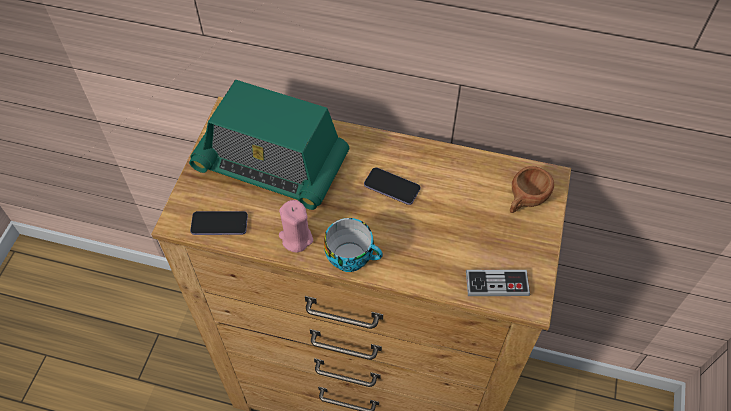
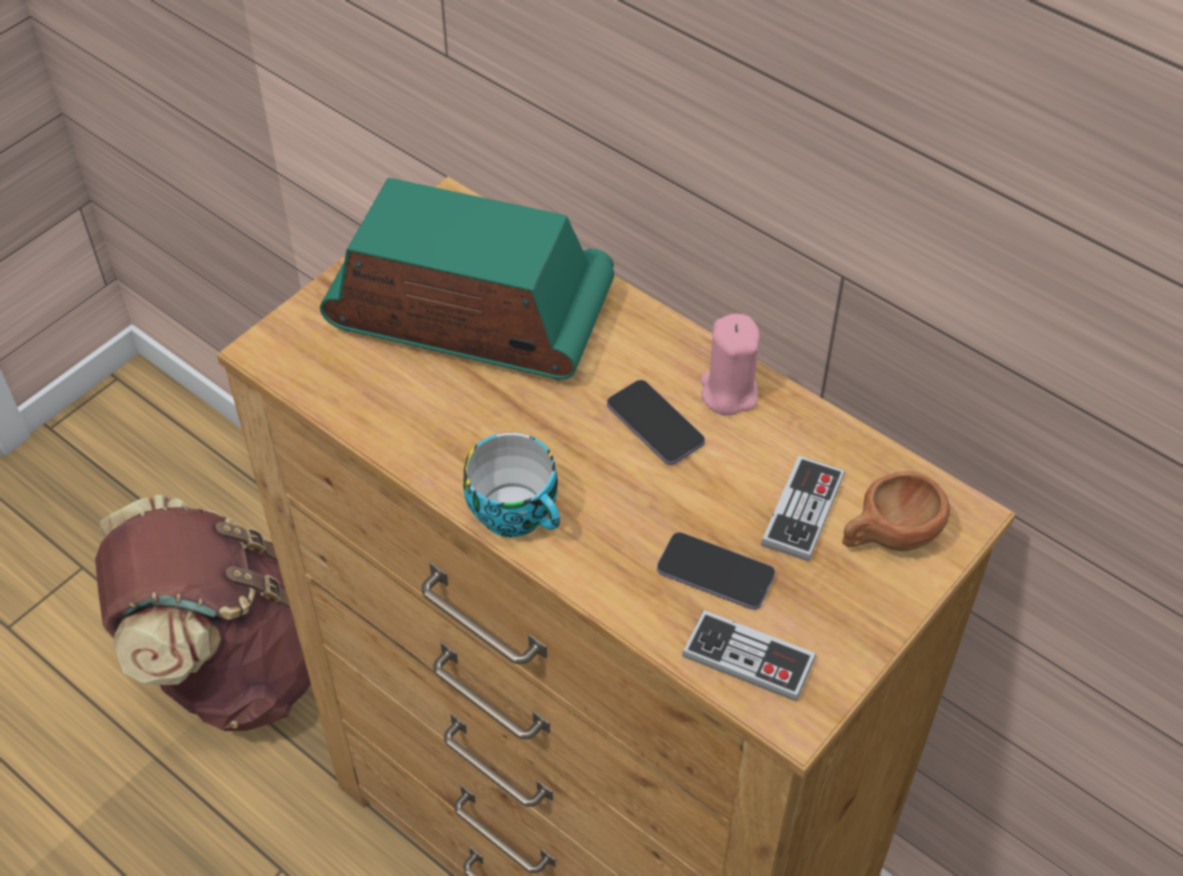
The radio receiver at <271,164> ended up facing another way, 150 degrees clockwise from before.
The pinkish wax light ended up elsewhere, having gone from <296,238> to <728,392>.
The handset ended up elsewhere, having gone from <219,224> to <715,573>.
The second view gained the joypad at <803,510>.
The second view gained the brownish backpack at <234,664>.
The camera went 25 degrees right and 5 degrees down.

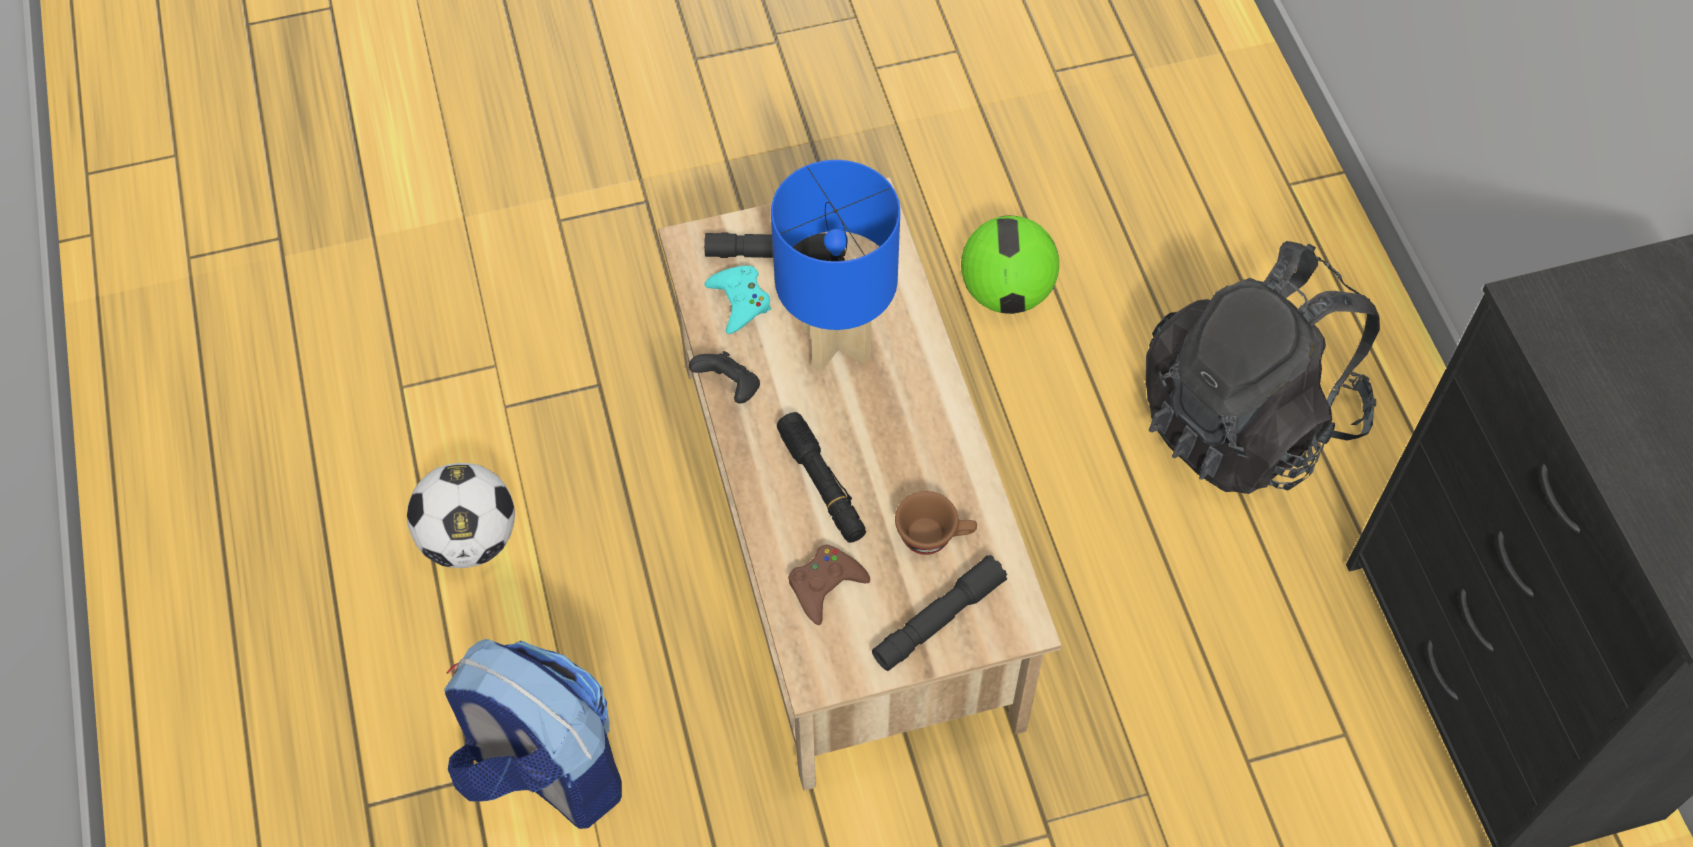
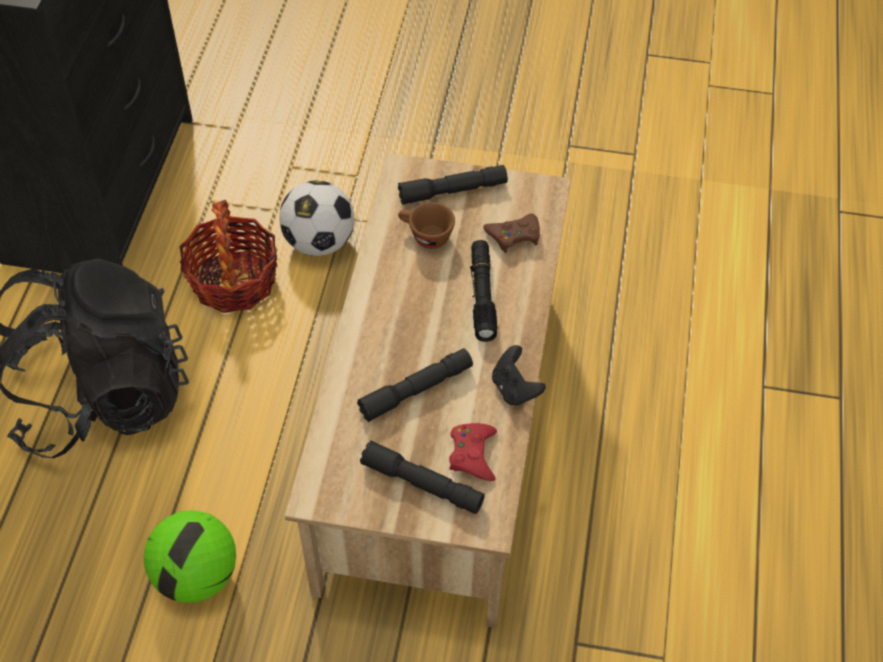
Where the blue-coloured table lamp stood at <835,343>, the black-coloured flashlight came to stand at <416,390>.
What was the turquoise-coloured joypad at <739,301> turned into the red-coloured joypad at <472,454>.
The ball for football ended up elsewhere, having gone from <470,539> to <319,242>.
The second view lost the backpack at <544,770>.
The second view gained the household basket at <233,280>.
The camera went 155 degrees left and 5 degrees down.

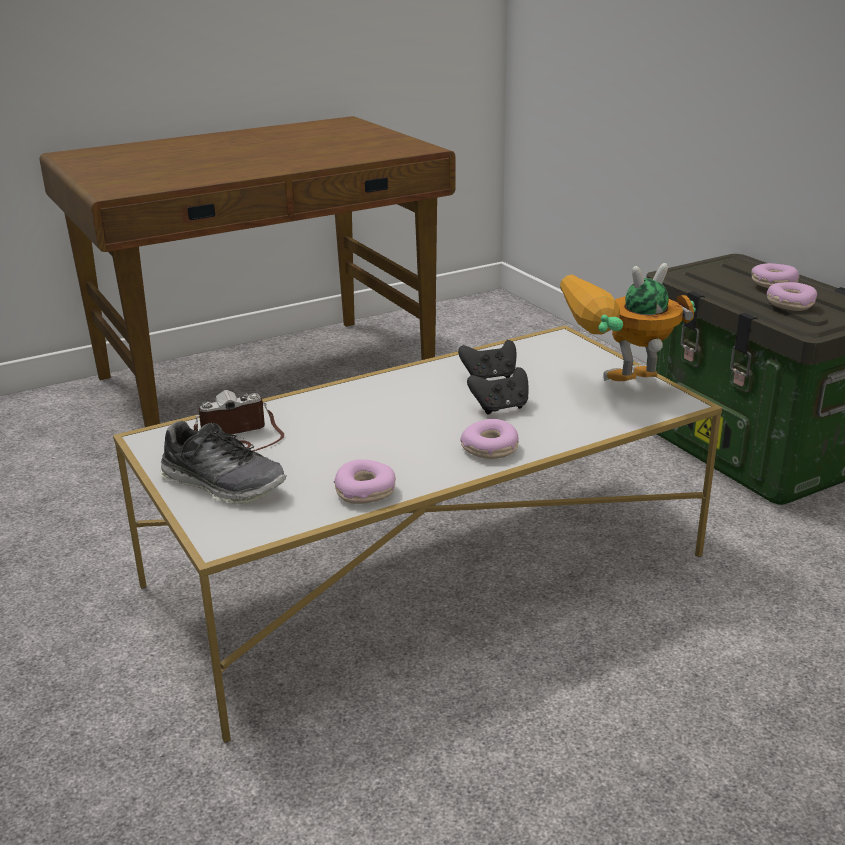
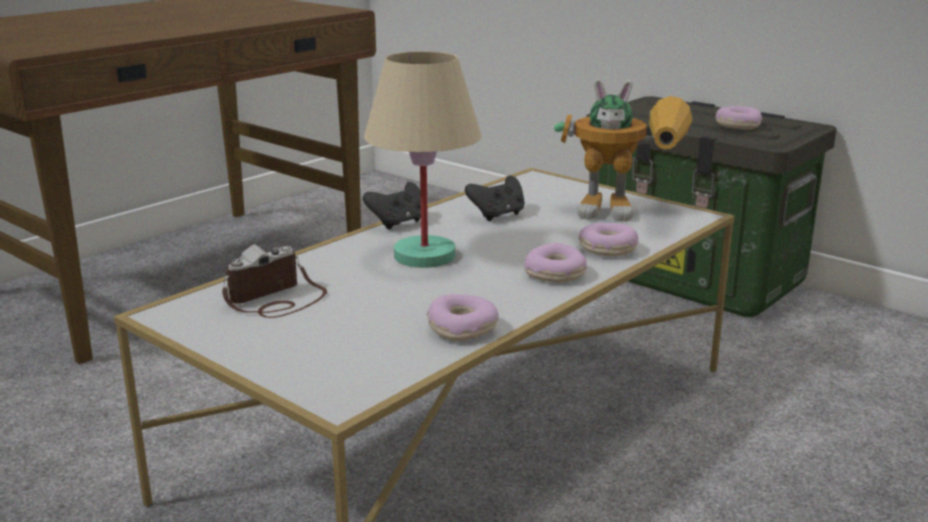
The toy robot at <616,389> ended up facing another way, 135 degrees counterclockwise from before.
The donut ended up elsewhere, having gone from <774,284> to <608,249>.
The black-coloured joypad ended up elsewhere, having gone from <500,408> to <398,223>.
The second view lost the low shoe at <223,484>.
The second view gained the beige-coloured table lamp at <425,256>.
The camera went 20 degrees left and 5 degrees down.

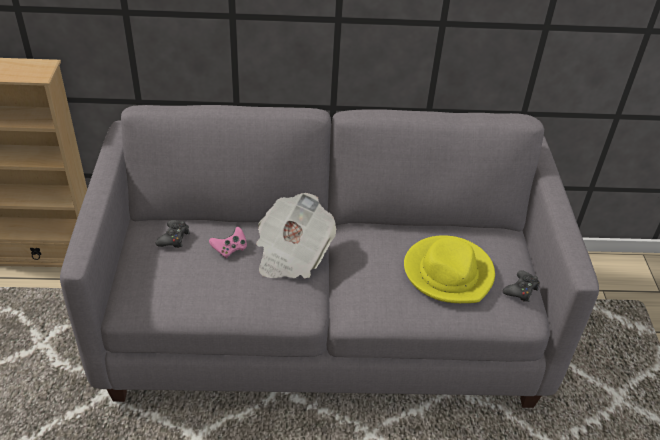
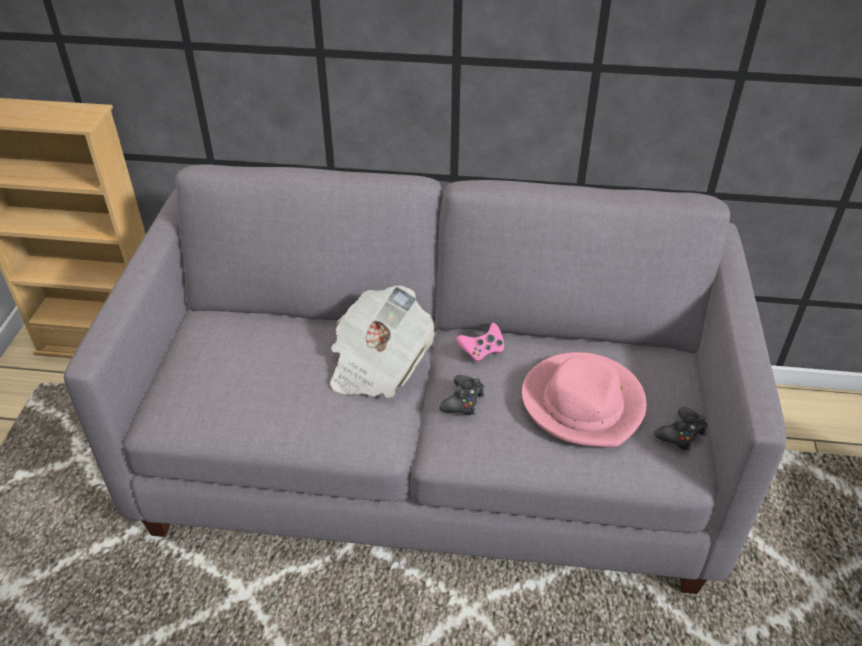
The black-coloured joypad ended up elsewhere, having gone from <174,238> to <463,401>.
The pinkish joypad ended up elsewhere, having gone from <230,249> to <482,351>.
What was the yellowish hat at <449,272> turned into the pinkish hat at <583,403>.
The camera went 10 degrees right and 0 degrees up.

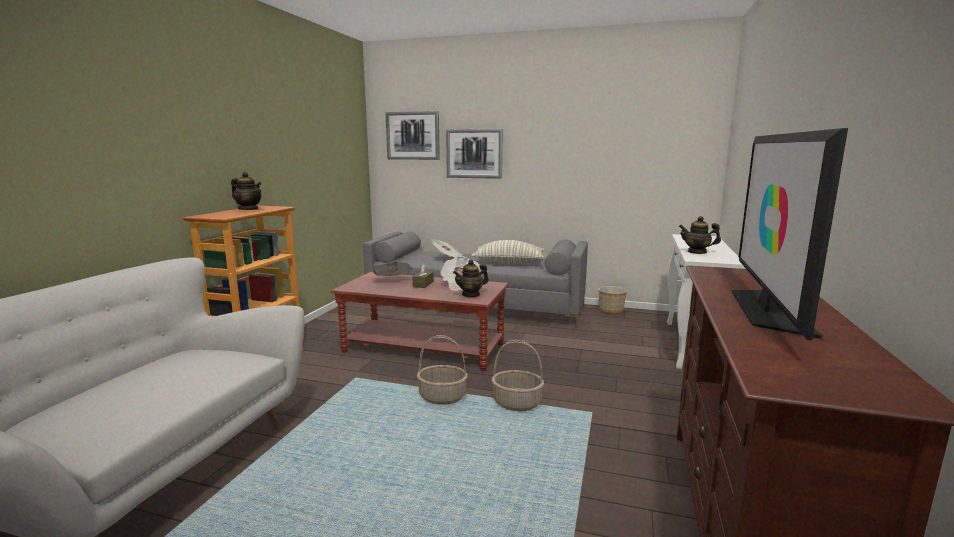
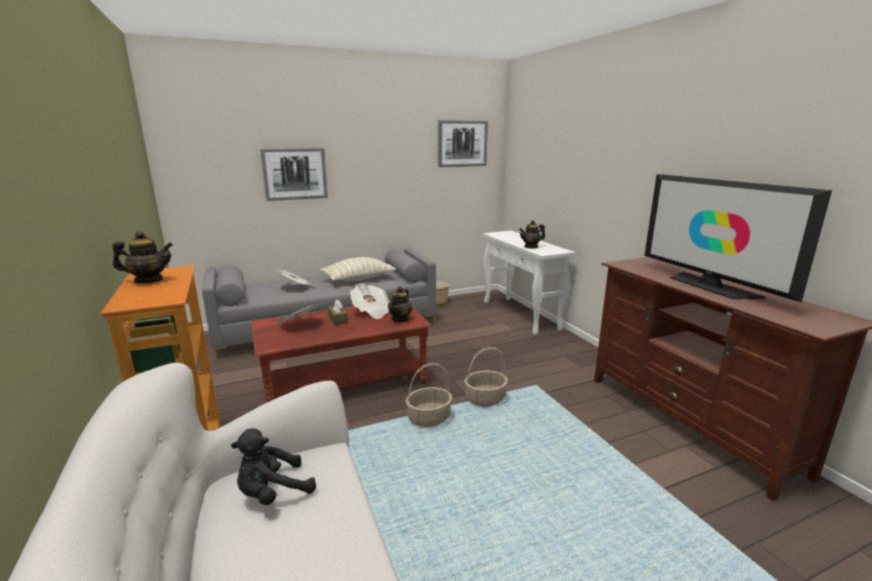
The picture ended up elsewhere, having gone from <413,135> to <462,143>.
The second view gained the black-coloured plush toy at <273,493>.
The camera went 40 degrees left and 5 degrees up.

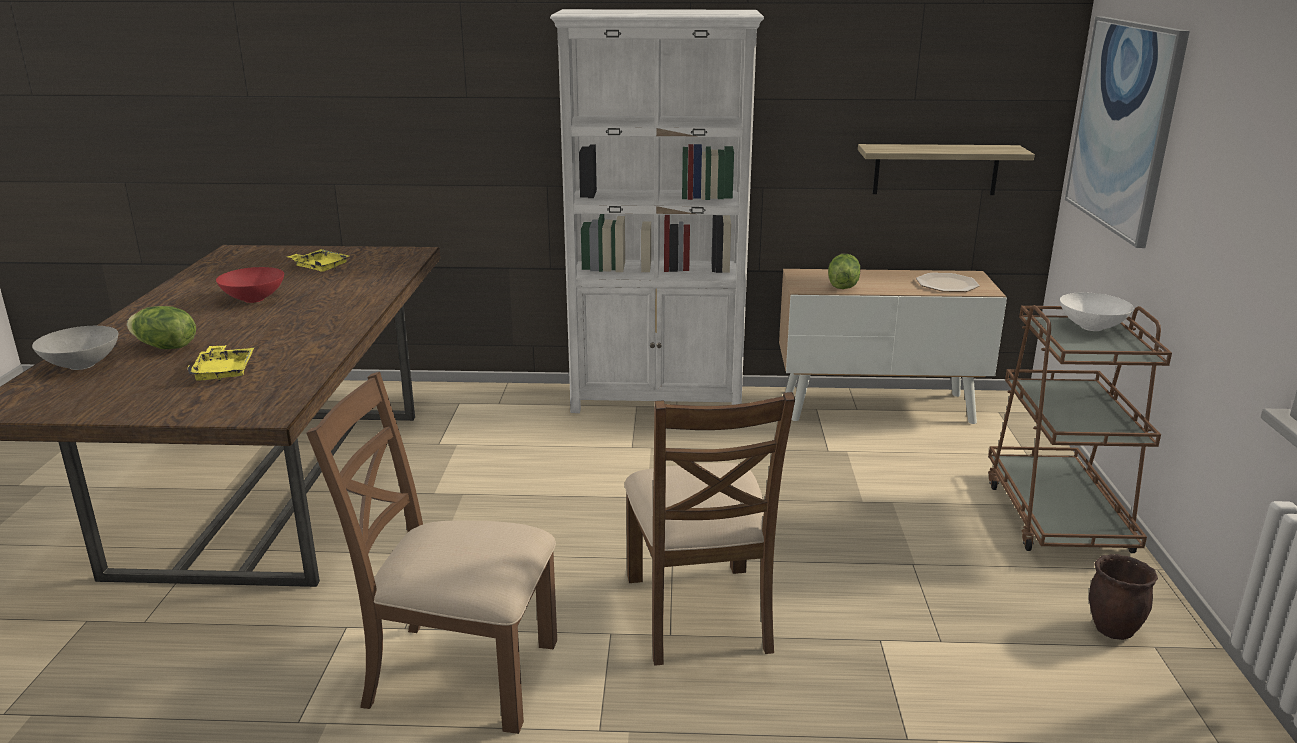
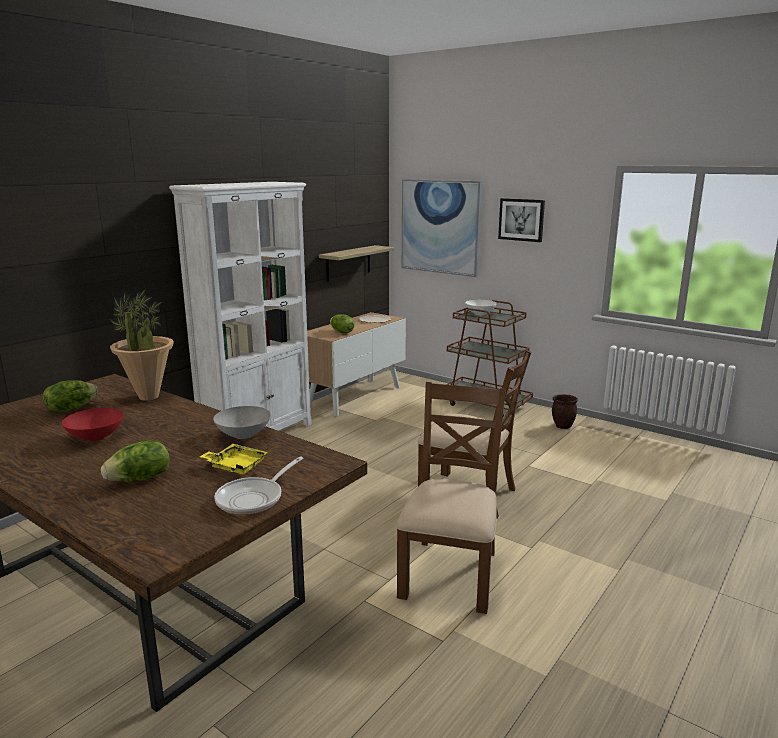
Where the yellowish serving tray stood at <320,267>, the head of lettuce came to stand at <71,408>.
The greyish bowl ended up elsewhere, having gone from <82,365> to <244,435>.
The brownish upright chair at <459,673> ended up facing another way, 150 degrees clockwise from before.
The second view gained the picture at <521,219>.
The second view gained the potted plant at <148,397>.
The second view gained the pan at <254,498>.
The camera went 55 degrees left and 5 degrees down.

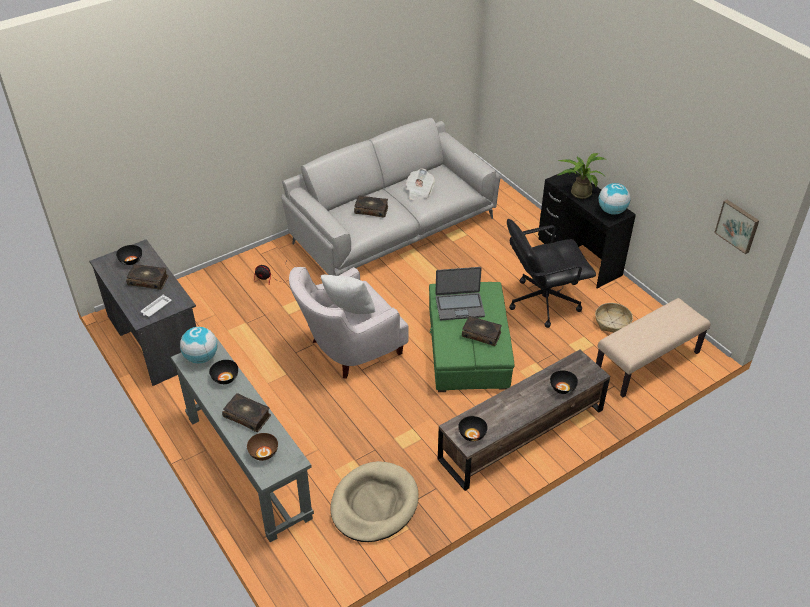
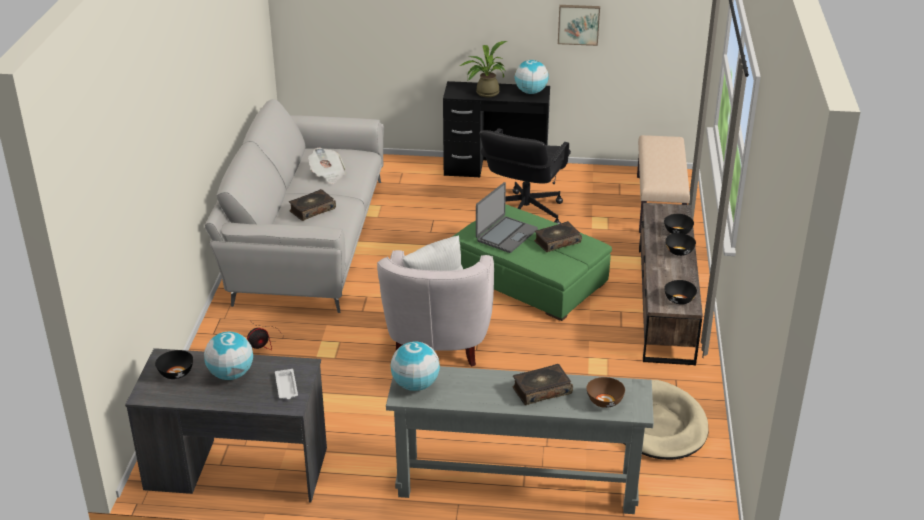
The picture ended up elsewhere, having gone from <738,225> to <578,24>.
Where the bound book stood at <148,280>, the globe came to stand at <231,374>.
The second view lost the household basket at <612,322>.
The black-coloured bowl ended up elsewhere, having gone from <225,378> to <679,252>.
The camera went 50 degrees left and 10 degrees down.

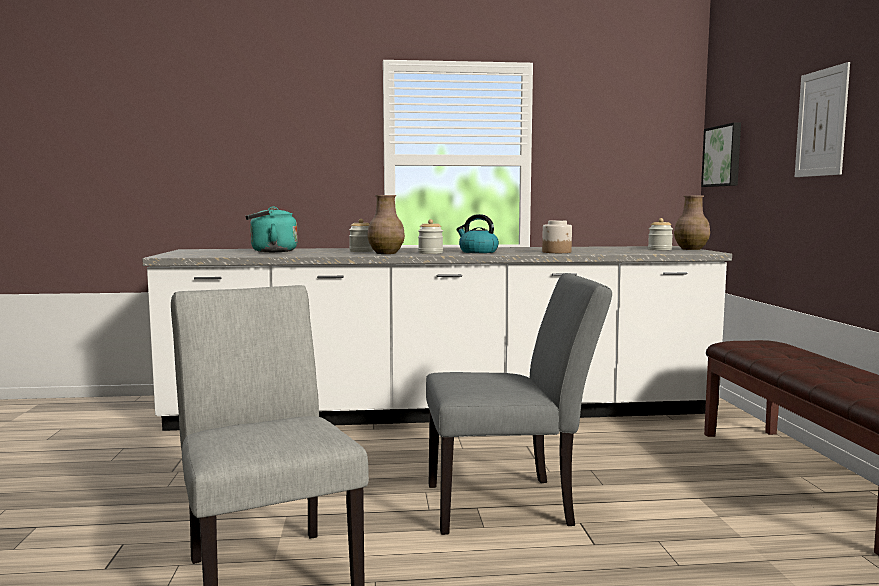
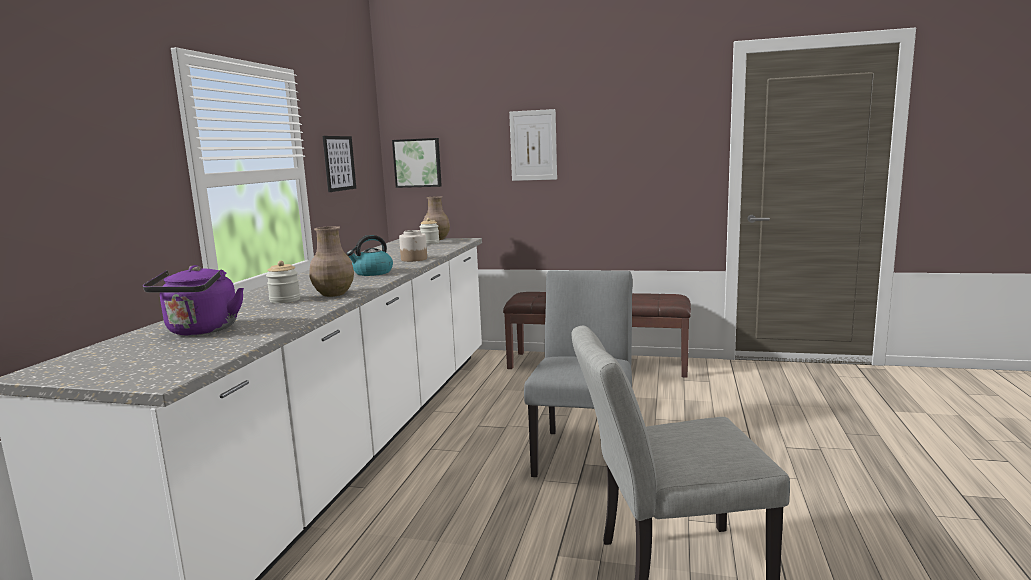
What was the turquoise-coloured water kettle at <270,251> turned into the purple water kettle at <201,331>.
The second view lost the jar at <430,253>.
The second view gained the picture at <339,163>.
The camera went 70 degrees left and 5 degrees up.

